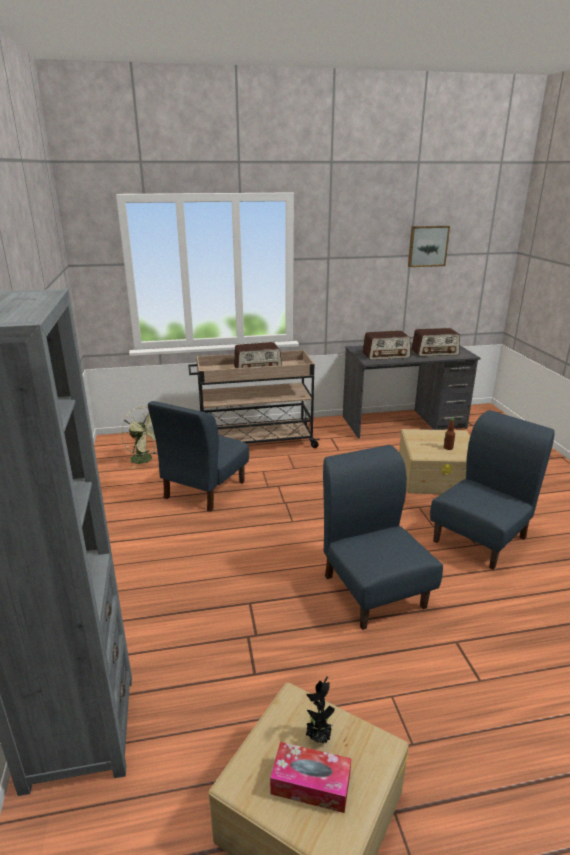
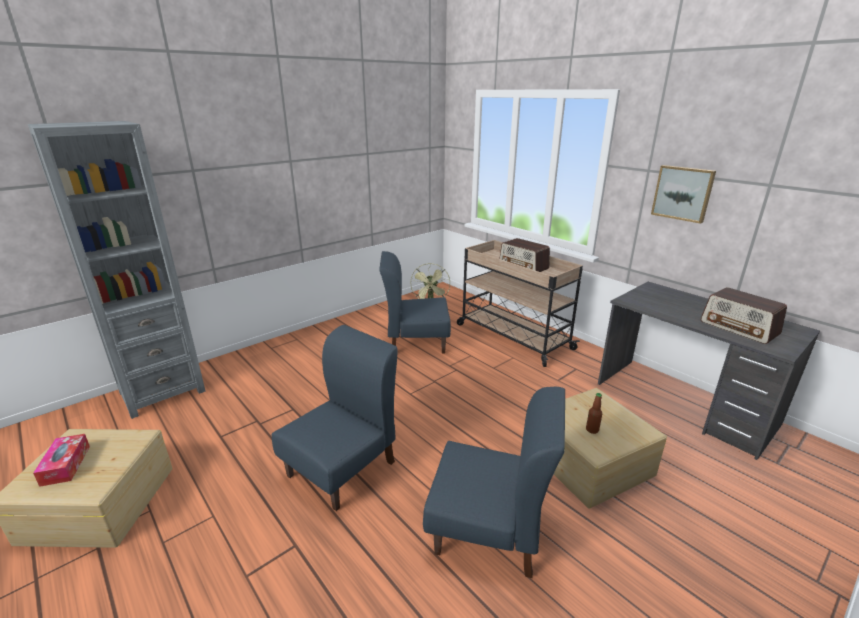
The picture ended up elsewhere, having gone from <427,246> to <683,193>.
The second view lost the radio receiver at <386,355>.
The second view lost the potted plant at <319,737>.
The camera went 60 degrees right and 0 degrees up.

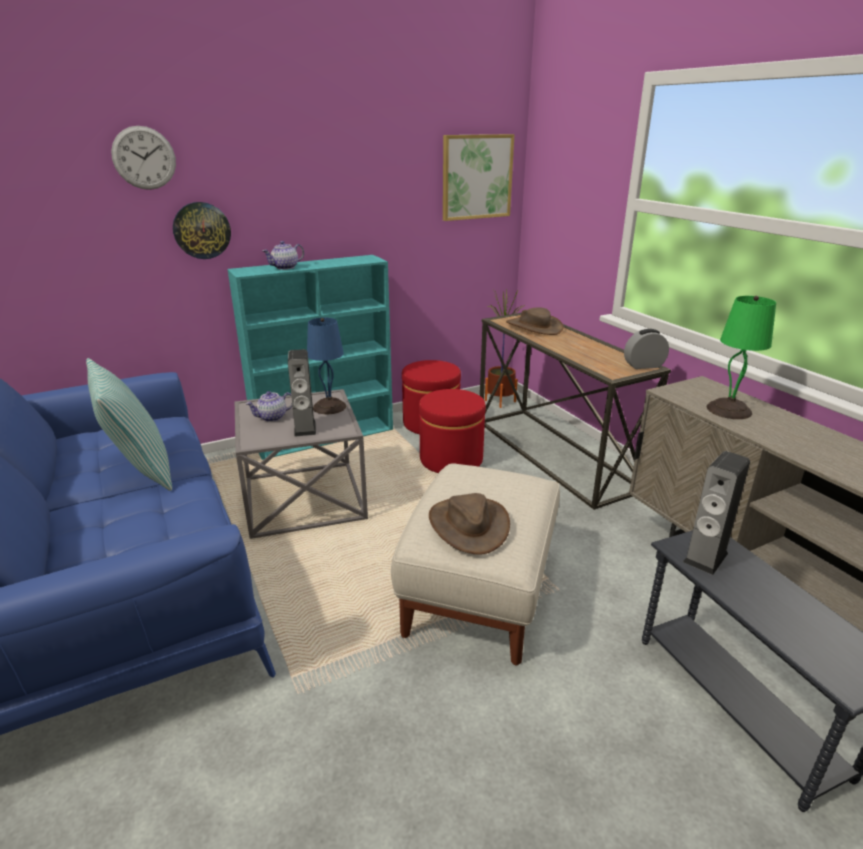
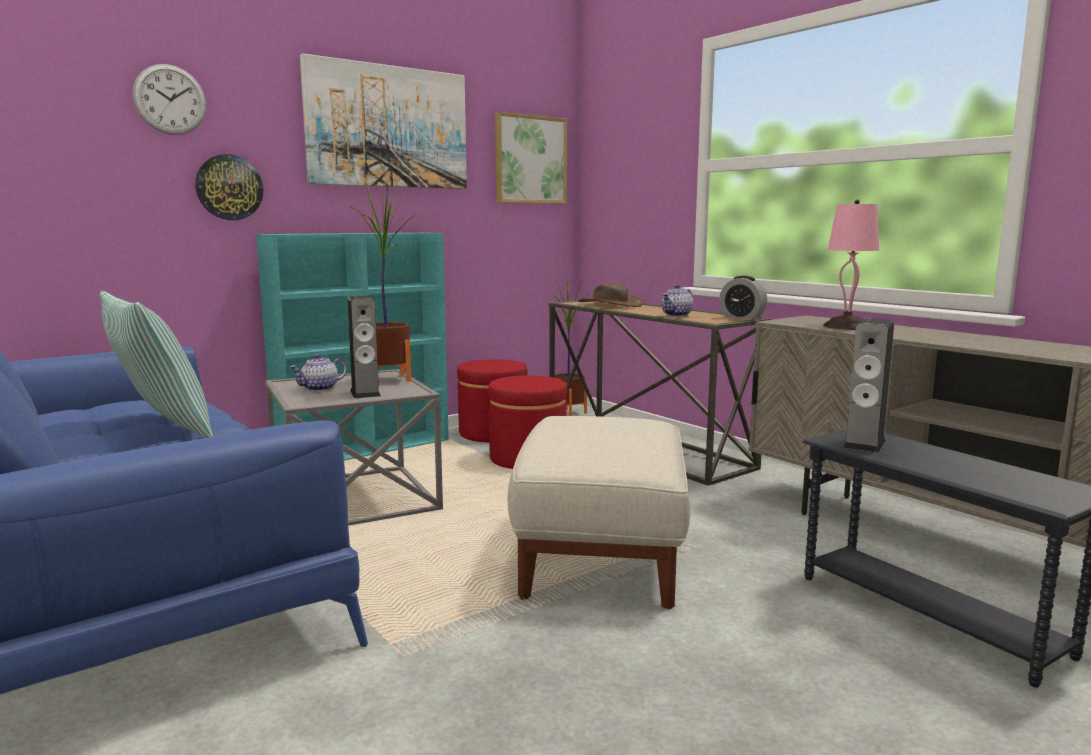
The tea pot ended up elsewhere, having gone from <285,267> to <677,315>.
What was the green-coloured table lamp at <729,409> turned into the pinkish table lamp at <847,326>.
Where the blue-coloured table lamp stood at <329,406>, the potted plant came to stand at <388,379>.
The table clock at <643,365> ended up facing another way, 120 degrees counterclockwise from before.
The second view lost the brownish hat at <468,525>.
The second view gained the picture at <388,127>.
The camera went 10 degrees left and 15 degrees down.

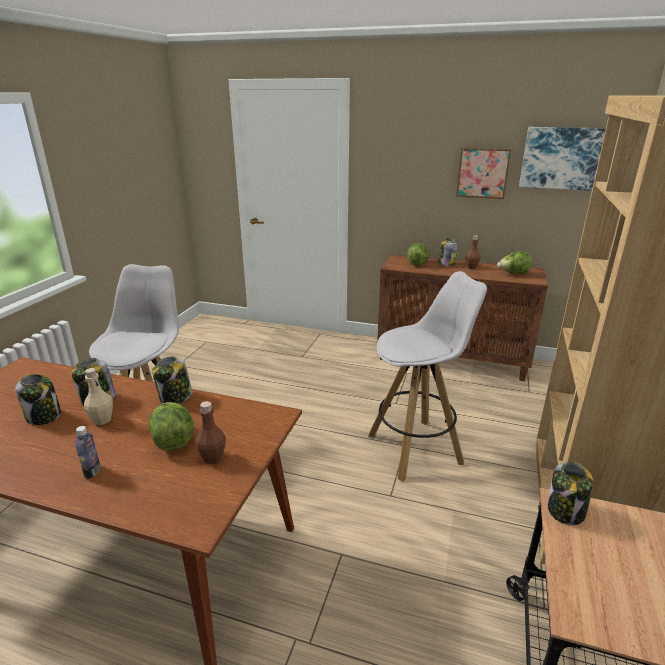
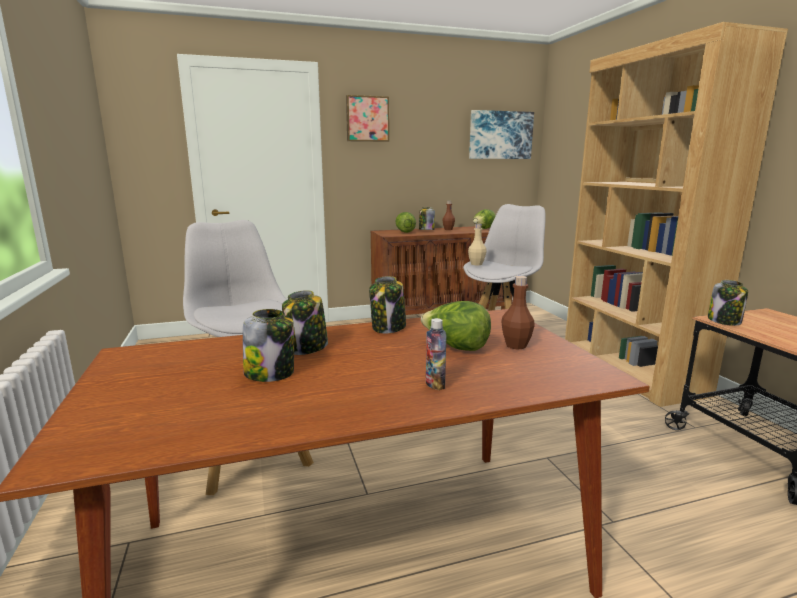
The picture ended up elsewhere, having gone from <483,172> to <367,119>.
The beige-coloured beverage bottle ended up elsewhere, having gone from <102,420> to <476,264>.
The camera went 35 degrees left and 10 degrees down.

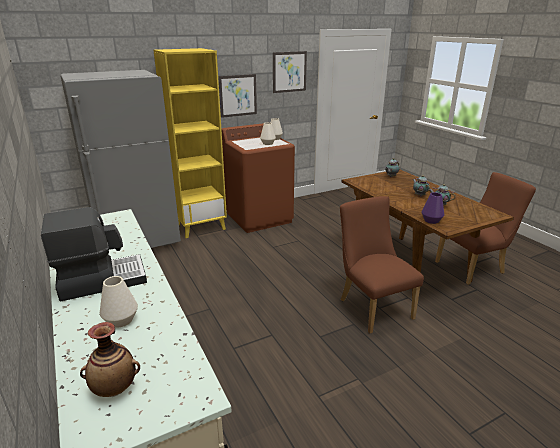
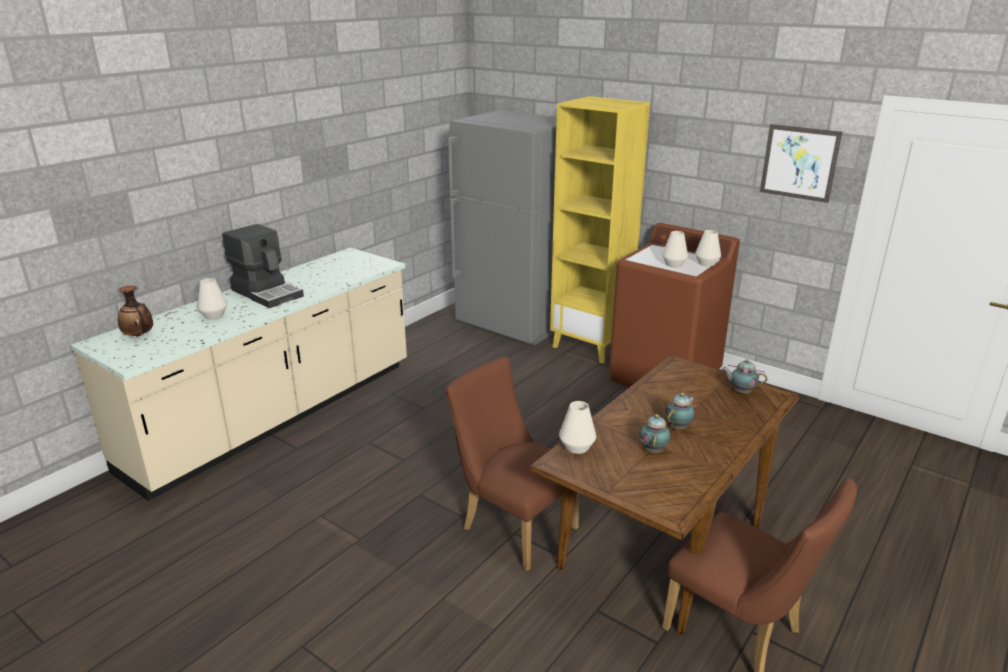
The second view lost the picture at <238,95>.
What was the purple flower vase at <431,220> turned into the white-coloured flower vase at <576,447>.
The brownish upright chair at <372,306> ended up facing another way, 90 degrees counterclockwise from before.
The camera went 65 degrees right and 0 degrees up.

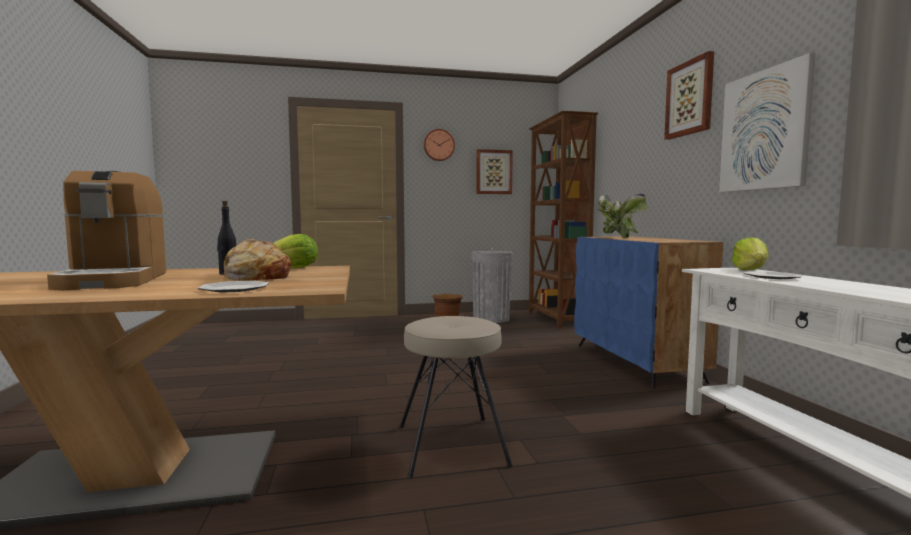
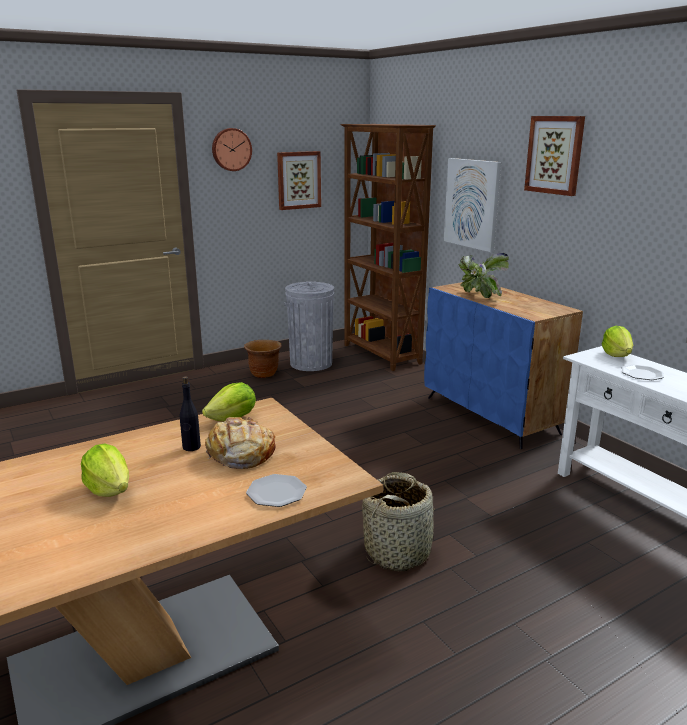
The picture ended up elsewhere, having gone from <765,130> to <472,203>.
Where the coffee brewer stood at <115,280>, the head of lettuce came to stand at <109,489>.
Where the beige-coloured sitting stool stood at <452,444>, the household basket came to stand at <398,551>.
The camera went 20 degrees left and 15 degrees up.

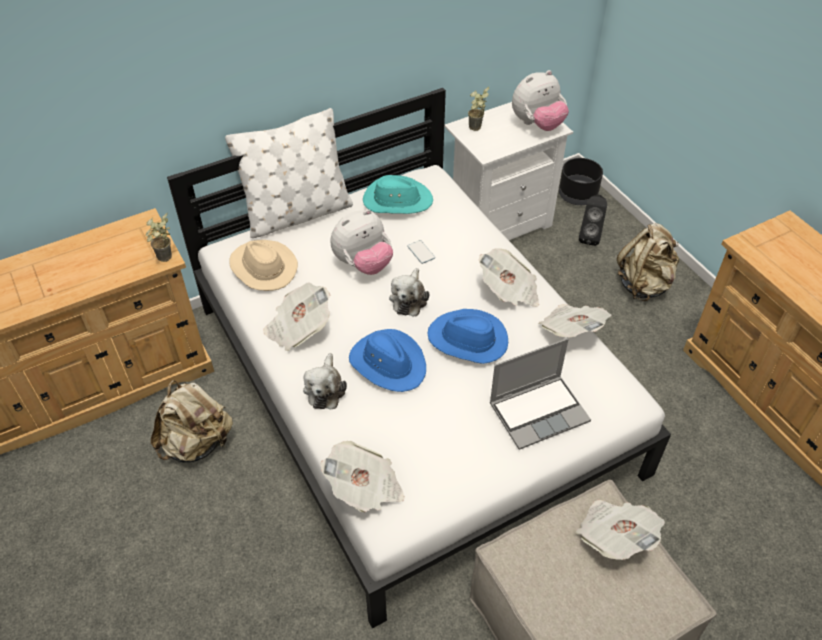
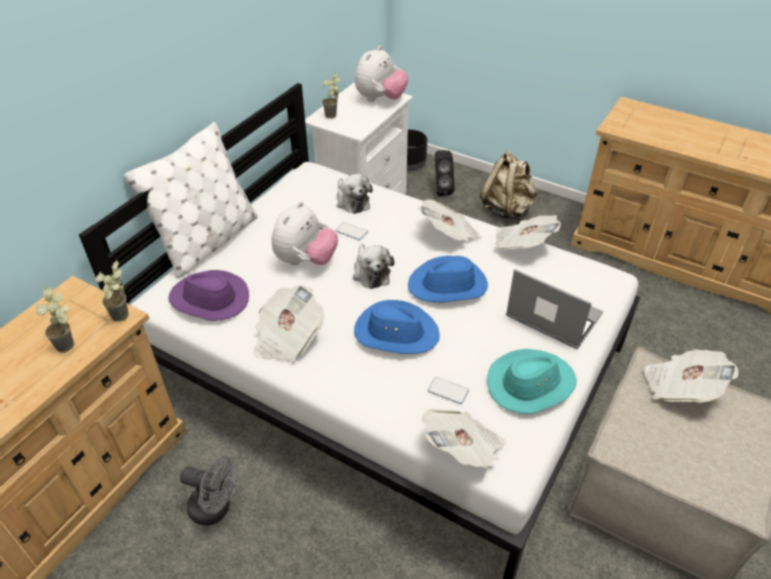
The turquoise-coloured hat ended up elsewhere, having gone from <397,200> to <530,384>.
What was the beige-coloured hat at <262,267> turned into the purple hat at <209,299>.
The notebook computer at <539,411> ended up facing another way, 90 degrees counterclockwise from before.
The plush toy ended up elsewhere, having gone from <325,389> to <351,201>.
Where the beige-coloured backpack stood at <197,443>, the greyish fan came to stand at <216,508>.
The second view gained the potted plant at <71,346>.
The second view gained the handset at <448,391>.
The camera went 30 degrees left and 5 degrees down.

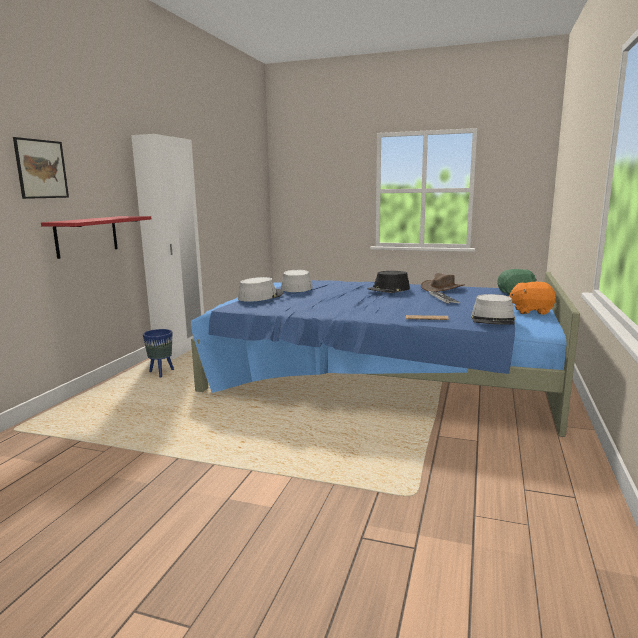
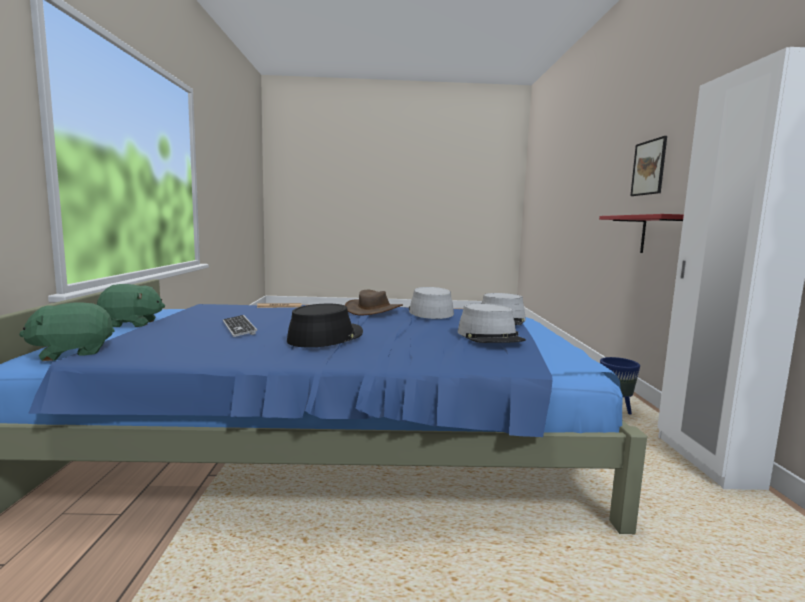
The brownish hat ended up elsewhere, having gone from <442,288> to <374,310>.
What was the orangey plush toy at <530,311> turned into the green-coloured plush toy at <131,324>.
The greyish hat ended up elsewhere, having gone from <493,319> to <430,312>.
The camera went 160 degrees right and 5 degrees down.

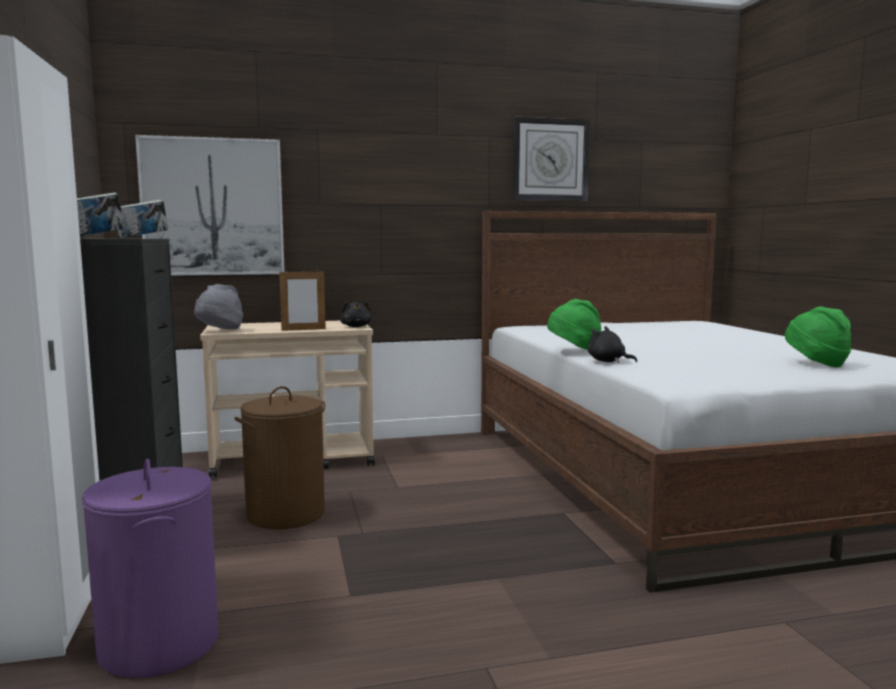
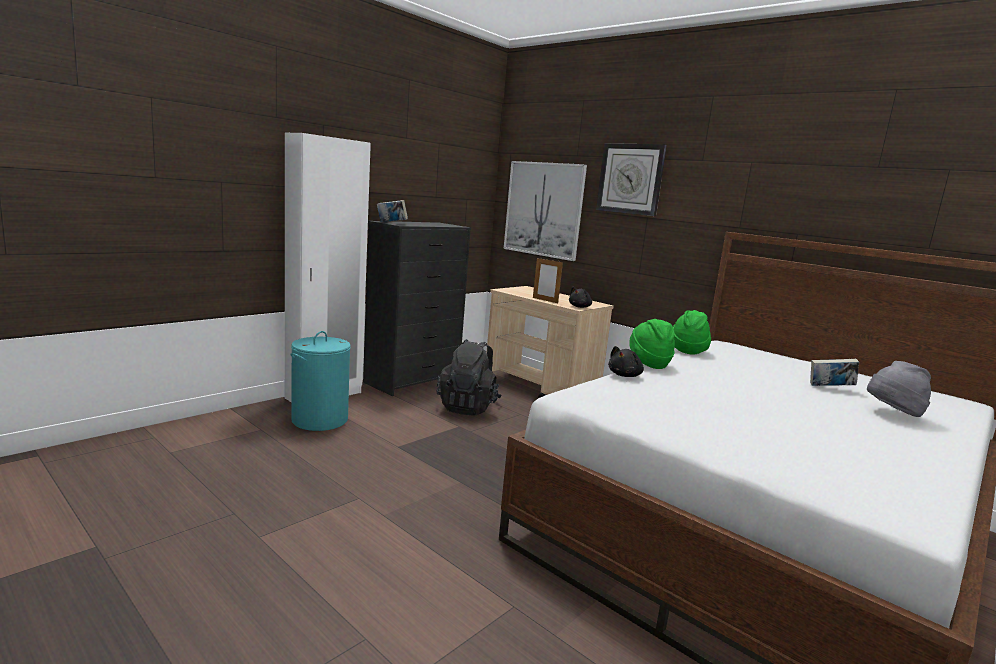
The clock on the wall ended up elsewhere, having gone from <550,160> to <630,179>.
The bound book ended up elsewhere, having gone from <142,238> to <830,388>.
The greyish hat ended up elsewhere, having gone from <219,331> to <892,414>.
The green-coloured hat ended up elsewhere, having gone from <816,364> to <687,350>.
The black-coloured plush toy at <608,361> ended up facing another way, 150 degrees counterclockwise from before.
Where the brownish laundry basket stood at <286,513>, the black-coloured backpack came to stand at <468,407>.
What was the purple laundry basket at <159,643> turned into the turquoise-coloured laundry basket at <320,420>.
The camera went 55 degrees right and 5 degrees up.

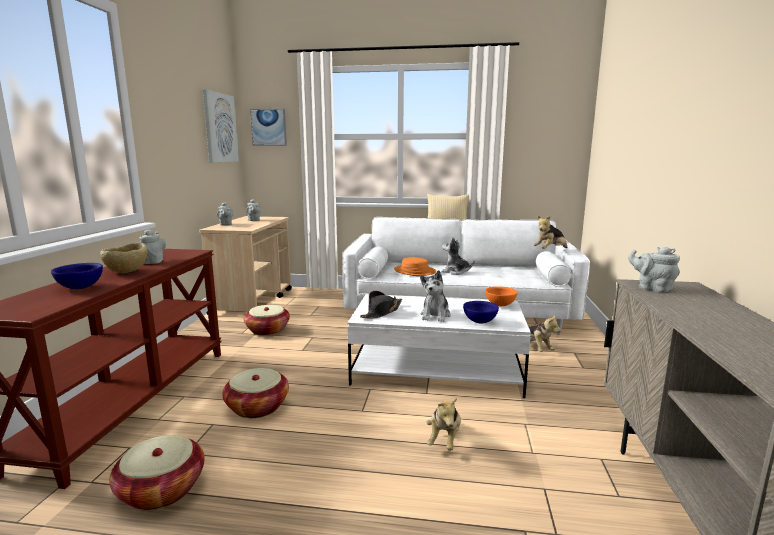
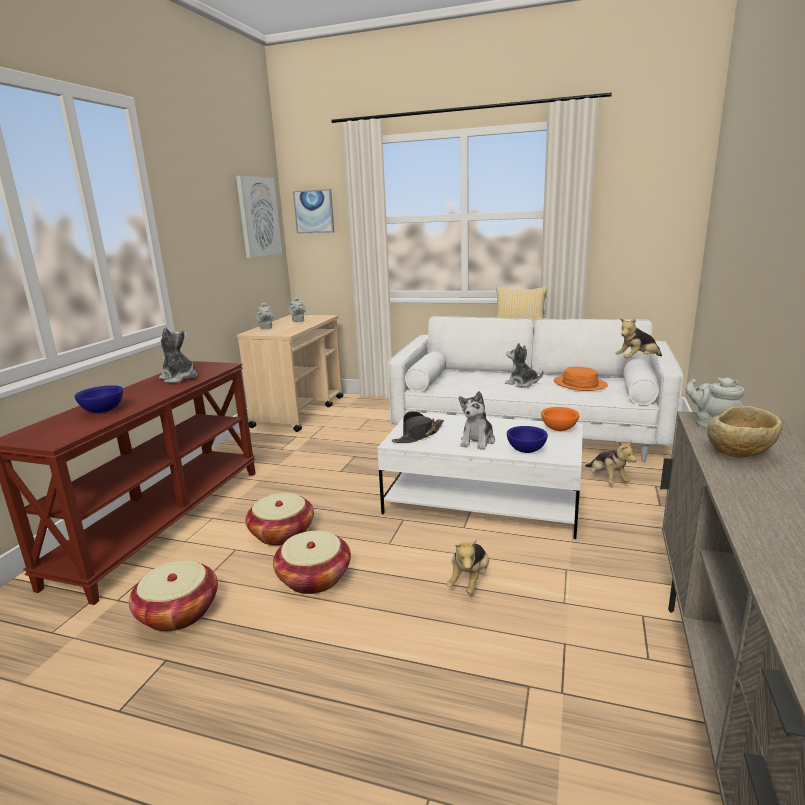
Where the greyish tea pot stood at <154,261>, the plush toy came to stand at <179,378>.
The beige-coloured bowl ended up elsewhere, having gone from <127,272> to <739,455>.
The orangey hat ended up elsewhere, having gone from <414,271> to <579,384>.
The household basket ended up elsewhere, having gone from <267,330> to <314,578>.
The camera went 10 degrees right and 5 degrees up.

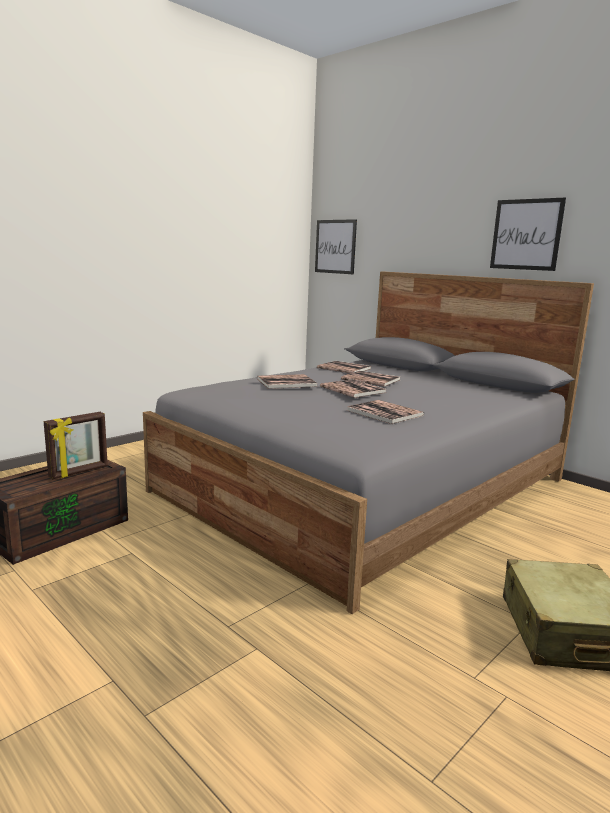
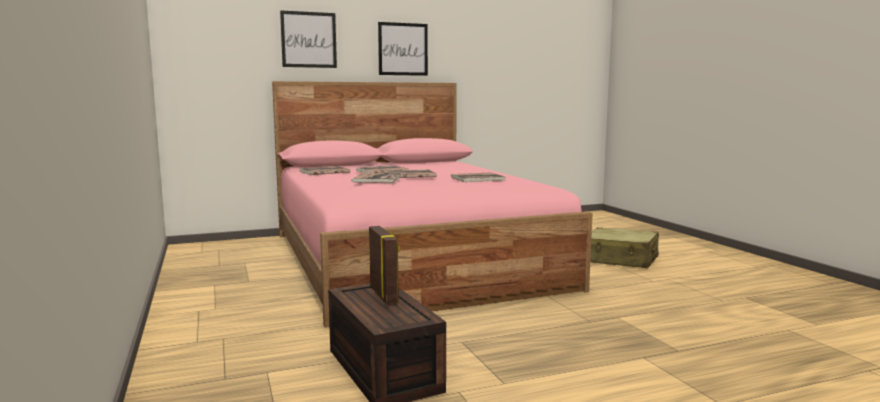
The picture ended up elsewhere, having gone from <335,246> to <308,40>.
What was the greyish sleeping bed at <367,485> turned into the pinkish sleeping bed at <409,259>.
The camera went 65 degrees left and 5 degrees down.

